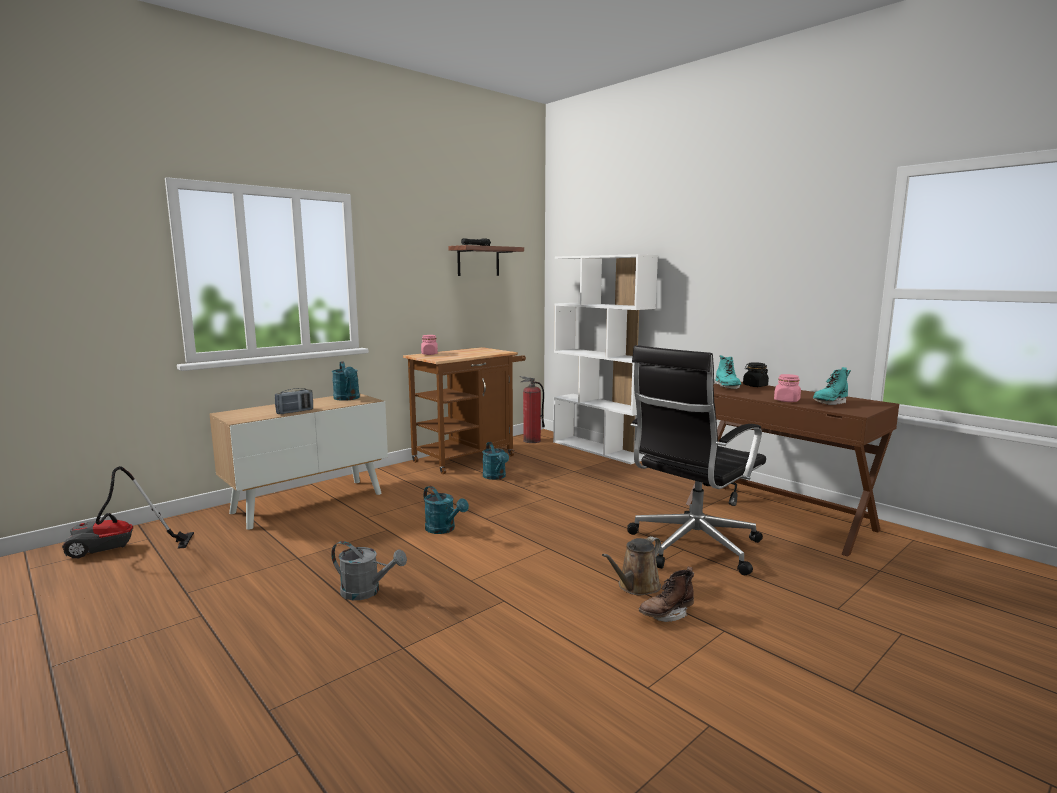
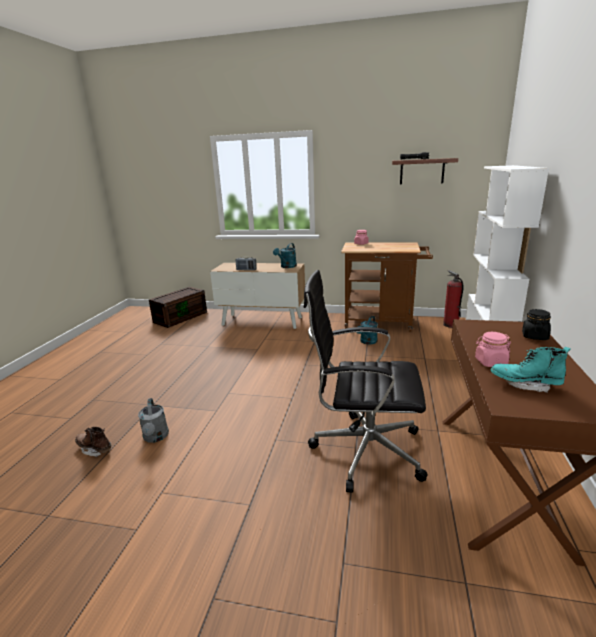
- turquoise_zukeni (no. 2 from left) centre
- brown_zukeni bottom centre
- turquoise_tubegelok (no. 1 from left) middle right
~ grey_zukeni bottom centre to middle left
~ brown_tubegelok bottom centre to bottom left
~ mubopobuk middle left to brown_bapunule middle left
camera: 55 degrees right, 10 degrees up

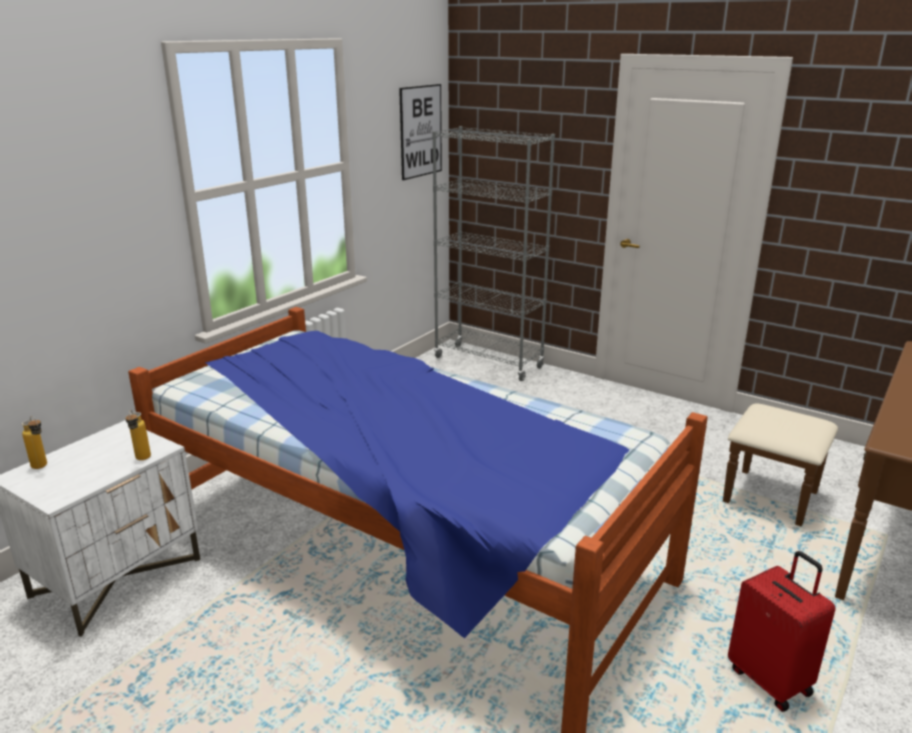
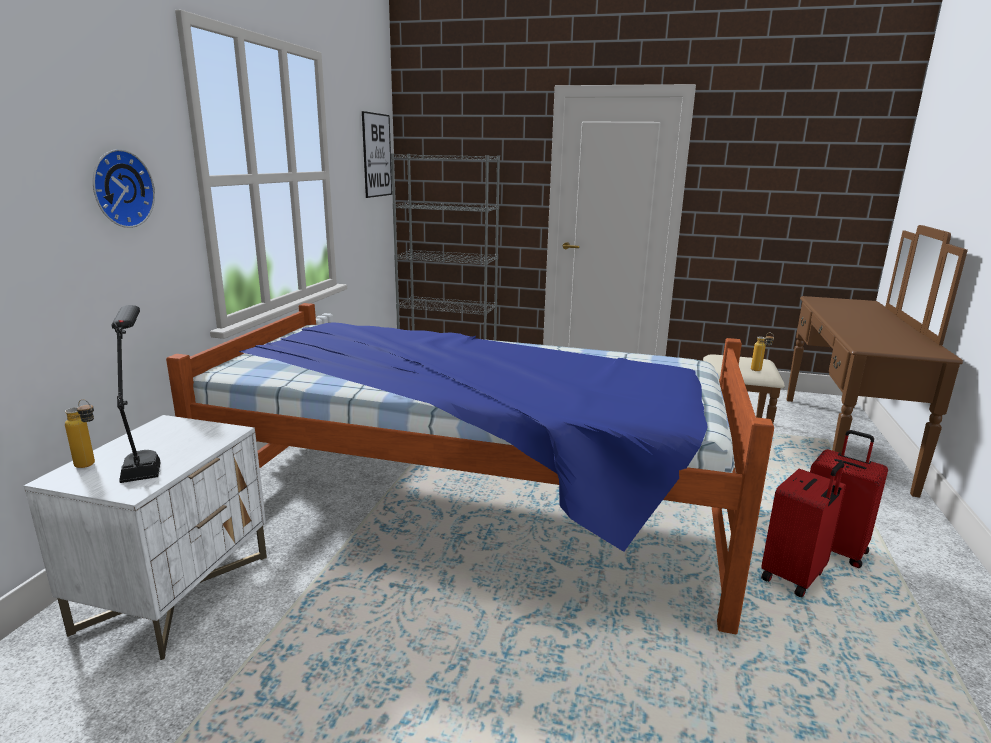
+ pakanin top left
+ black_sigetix middle left
+ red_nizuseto (no. 1 from left) bottom right
~ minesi (no. 2 from left) middle left to middle right
camera: 20 degrees left, 5 degrees down

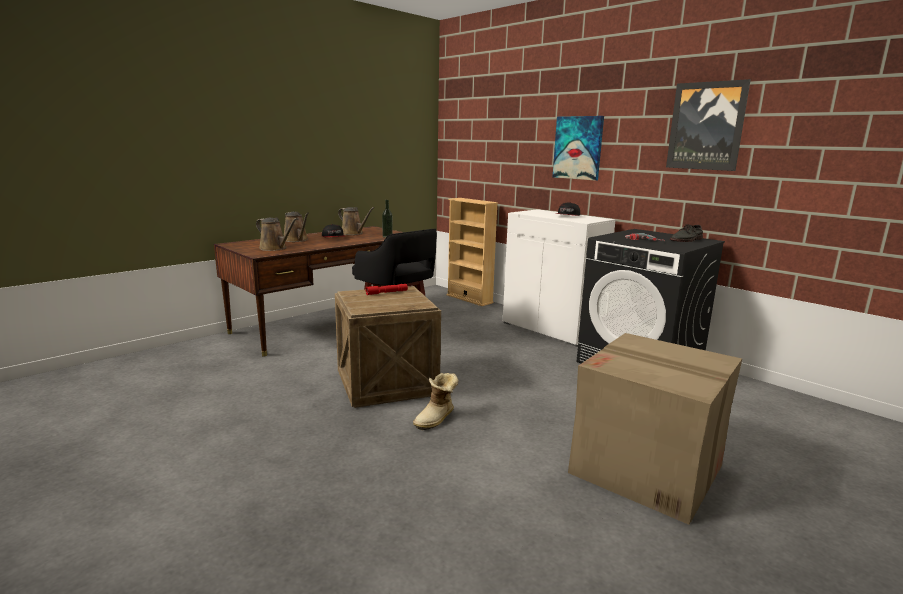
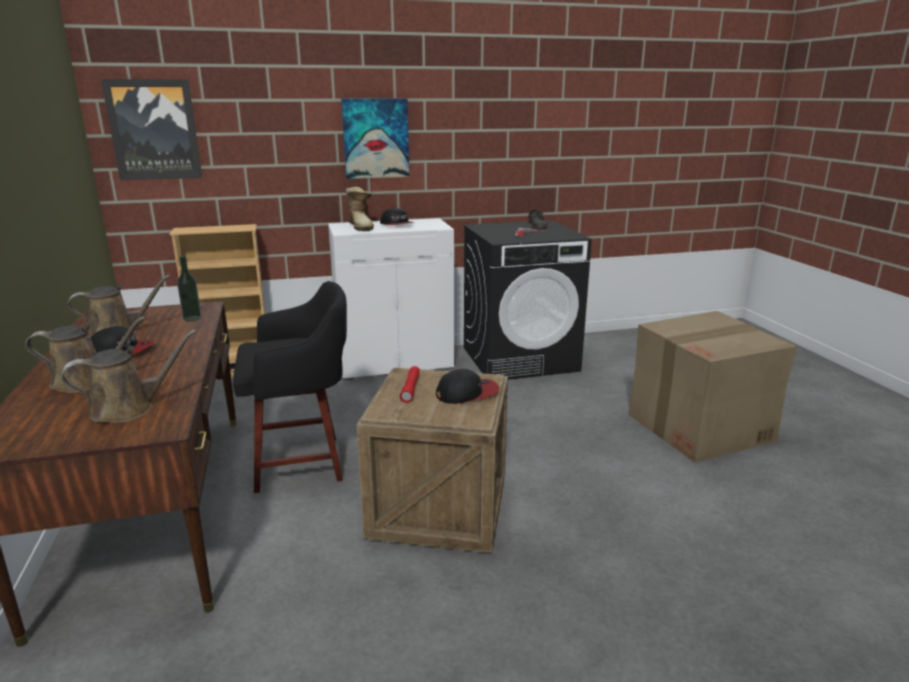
+ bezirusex (no. 3 from left) centre
~ tubegelok bottom centre to top centre
~ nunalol (no. 2 from left in the first image) top right to nunalol (no. 1 from left) top left
camera: 60 degrees left, 5 degrees up

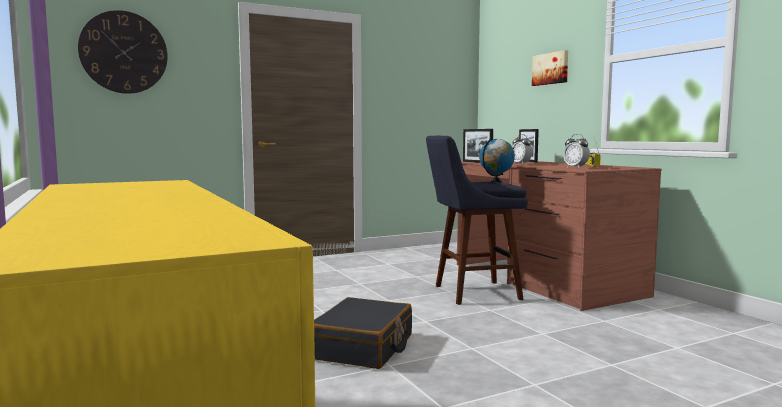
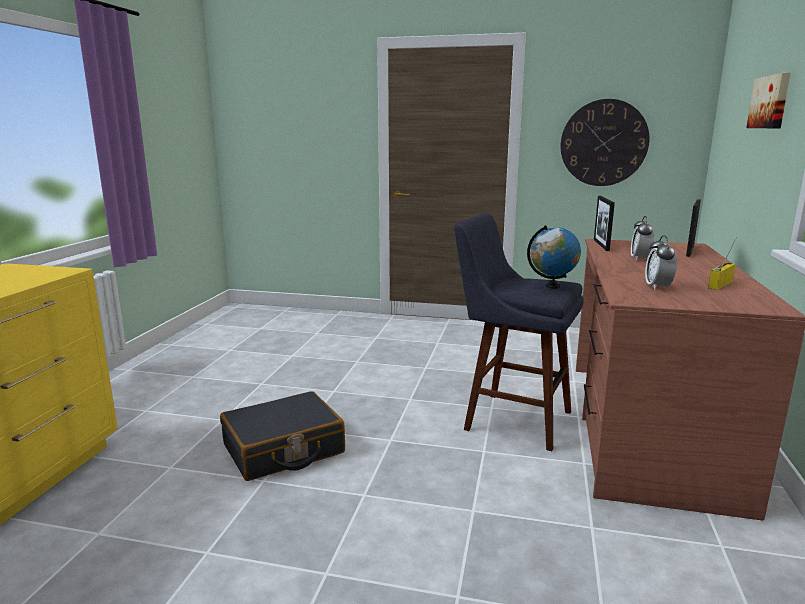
~ pakanin top left to top right
camera: 40 degrees right, 10 degrees up

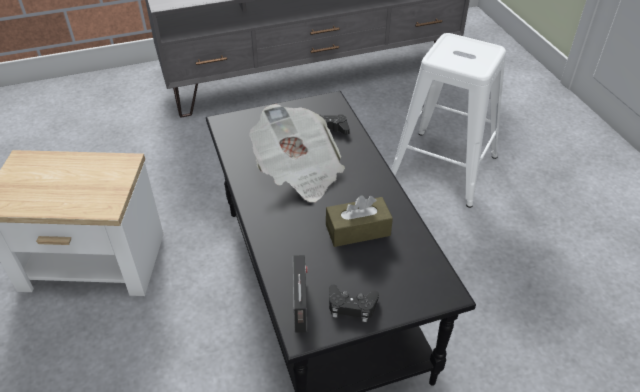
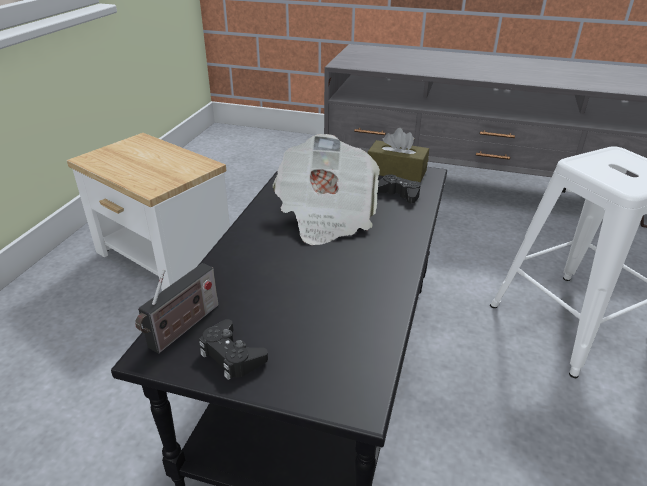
~ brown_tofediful centre to top centre
camera: 35 degrees right, 10 degrees down

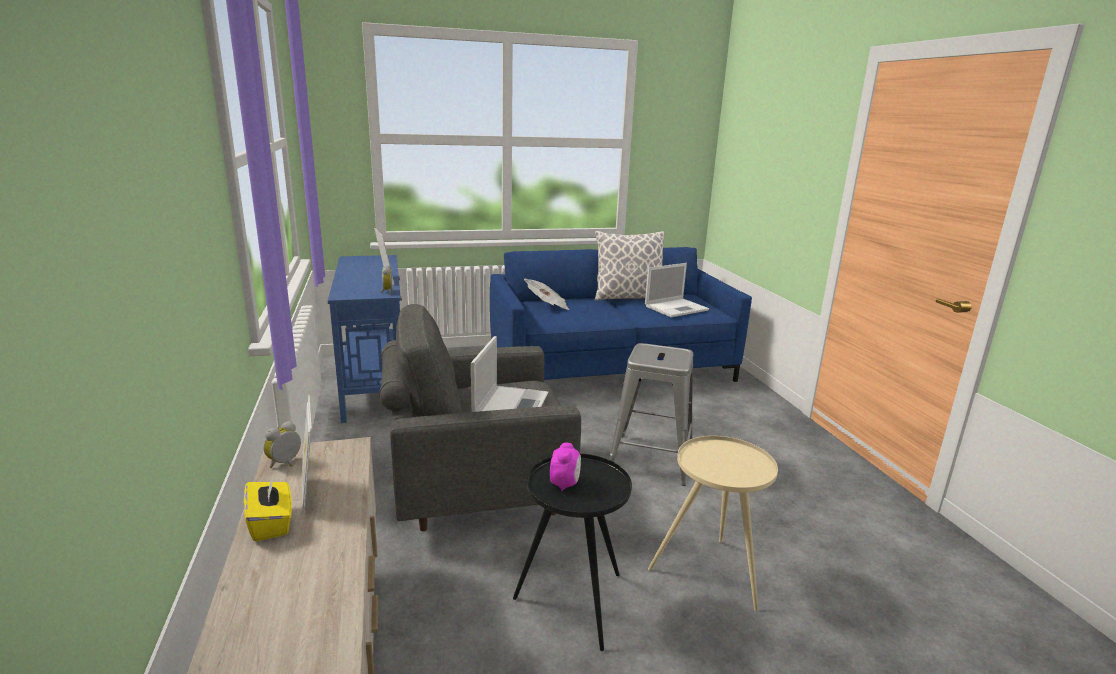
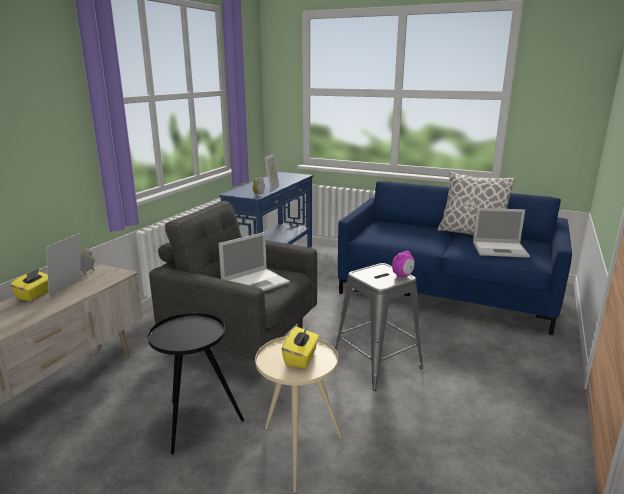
- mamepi centre
+ yellow_tofediful (no. 2 from left) bottom centre
~ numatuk (no. 3 from left) bottom centre to centre
camera: 40 degrees right, 0 degrees up

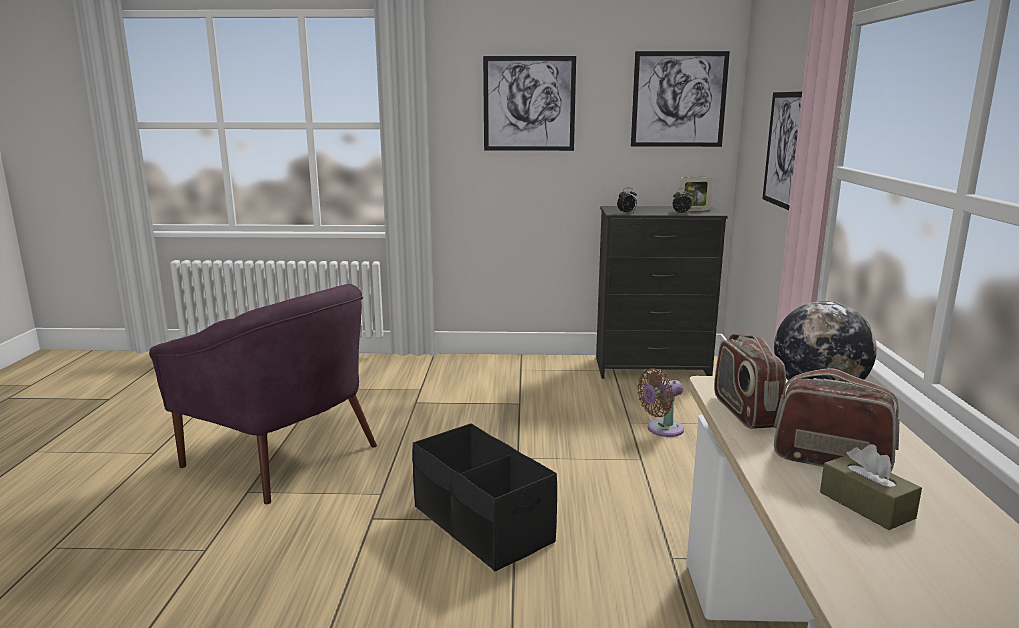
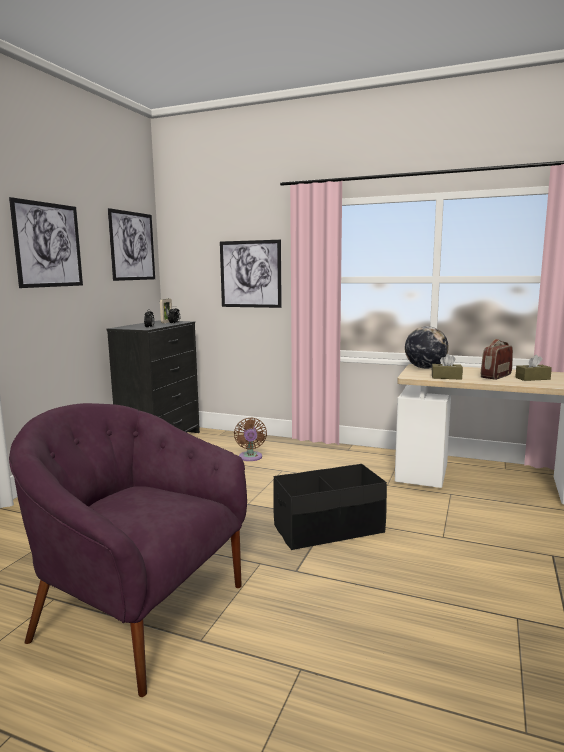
~ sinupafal (no. 1 from left) middle right to brown_tofediful (no. 1 from left) middle right
~ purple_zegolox middle left = bottom left 120 degrees counterclockwise
camera: 70 degrees left, 5 degrees down

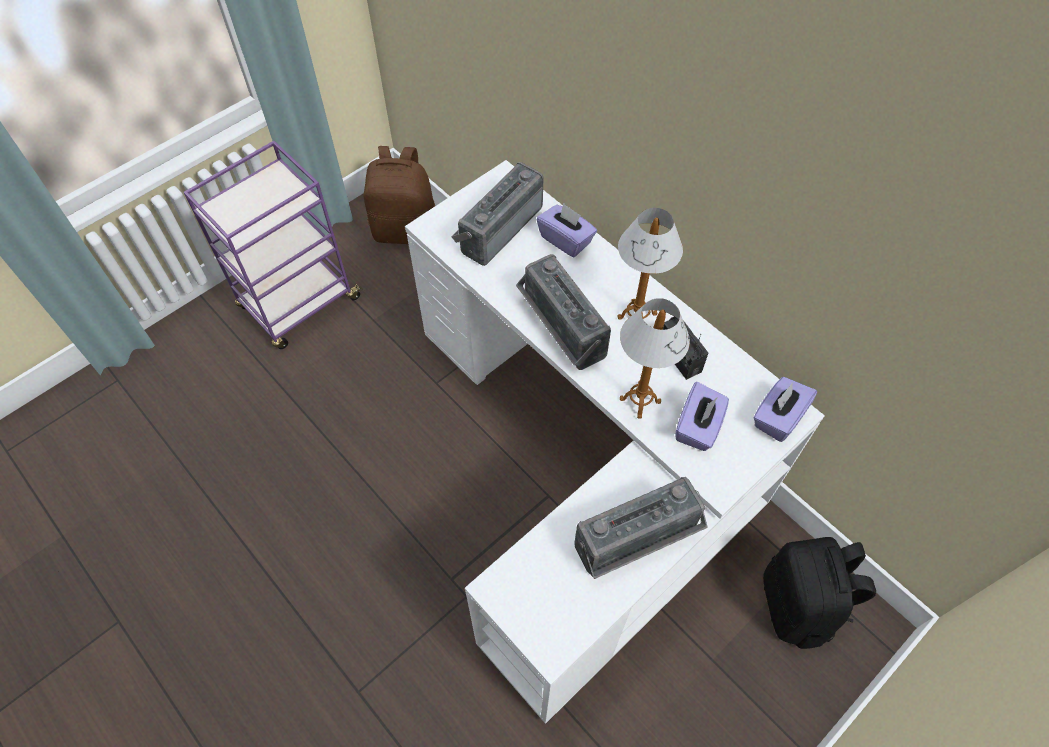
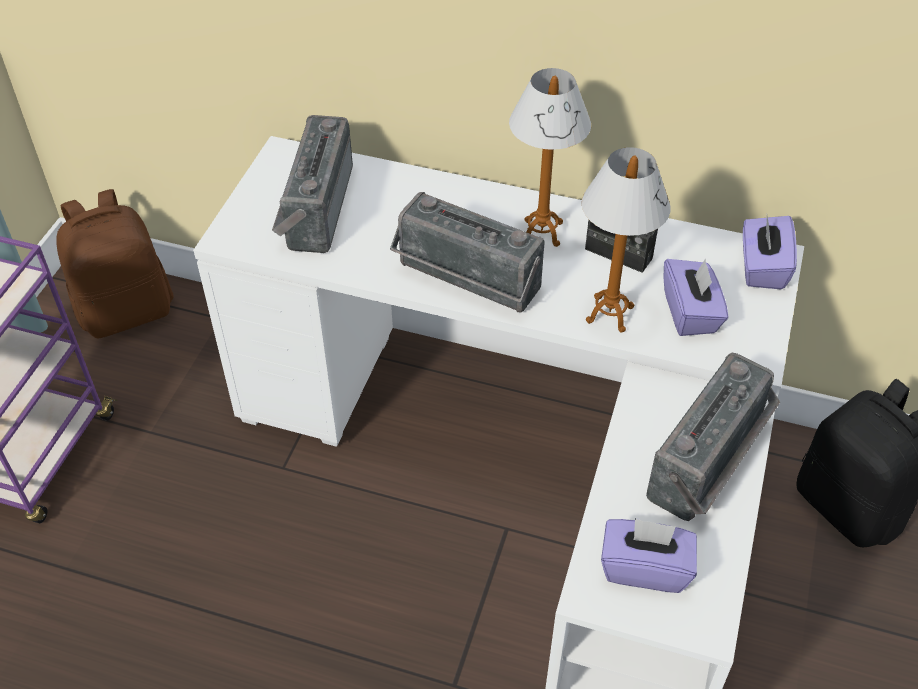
~ purple_tofediful (no. 1 from left) top centre to bottom right
camera: 30 degrees left, 10 degrees down

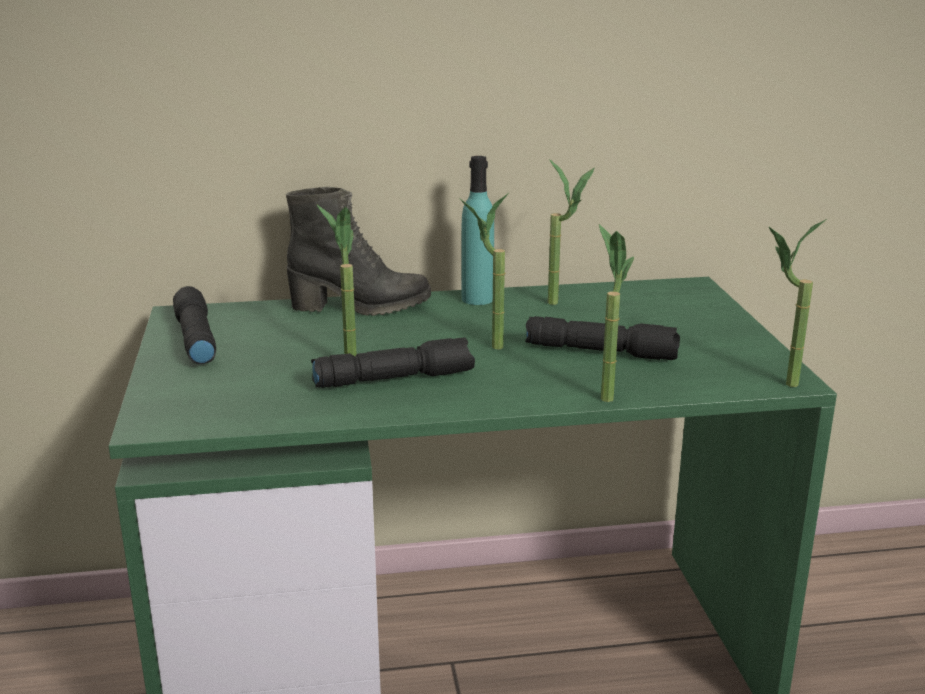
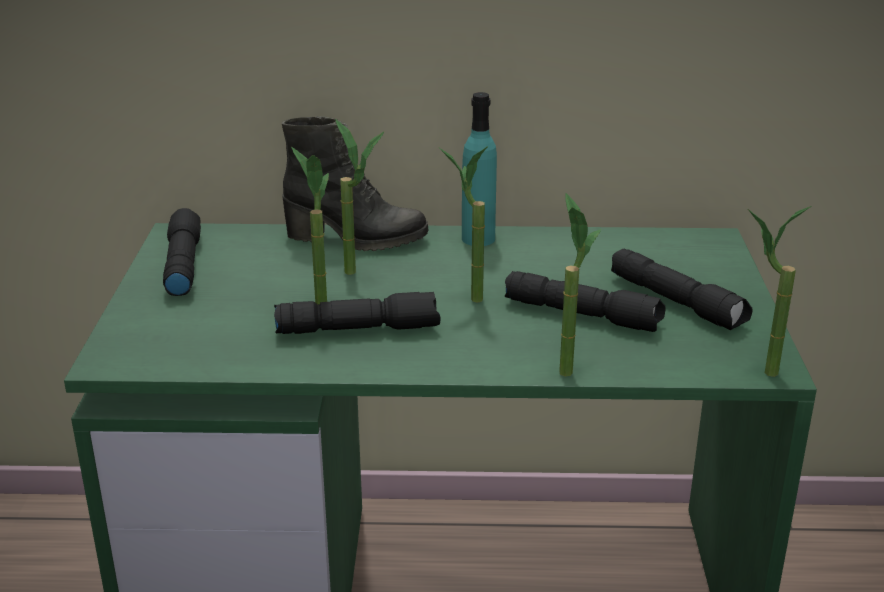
+ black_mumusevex (no. 4 from left) middle right
~ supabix (no. 3 from left in the first image) centre to supabix (no. 2 from left) top centre
camera: 10 degrees right, 5 degrees up

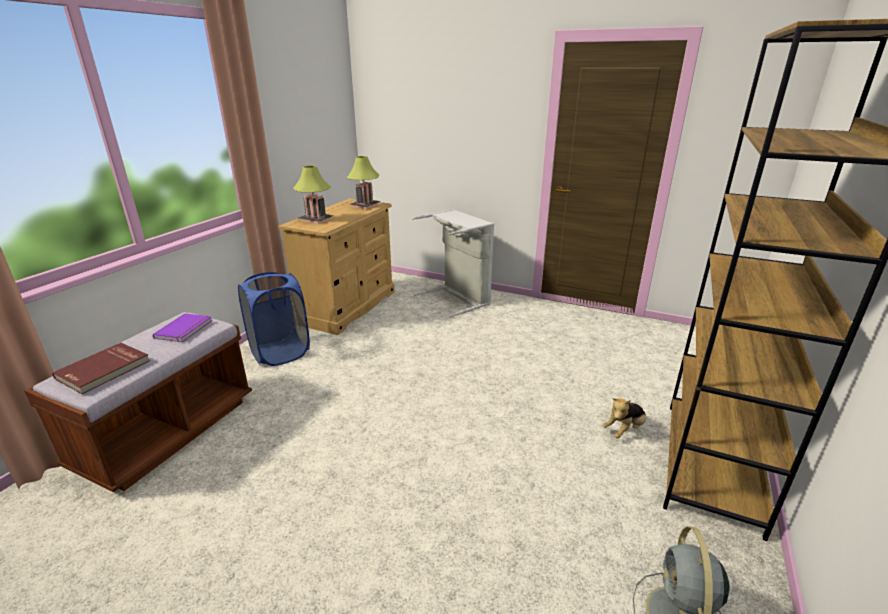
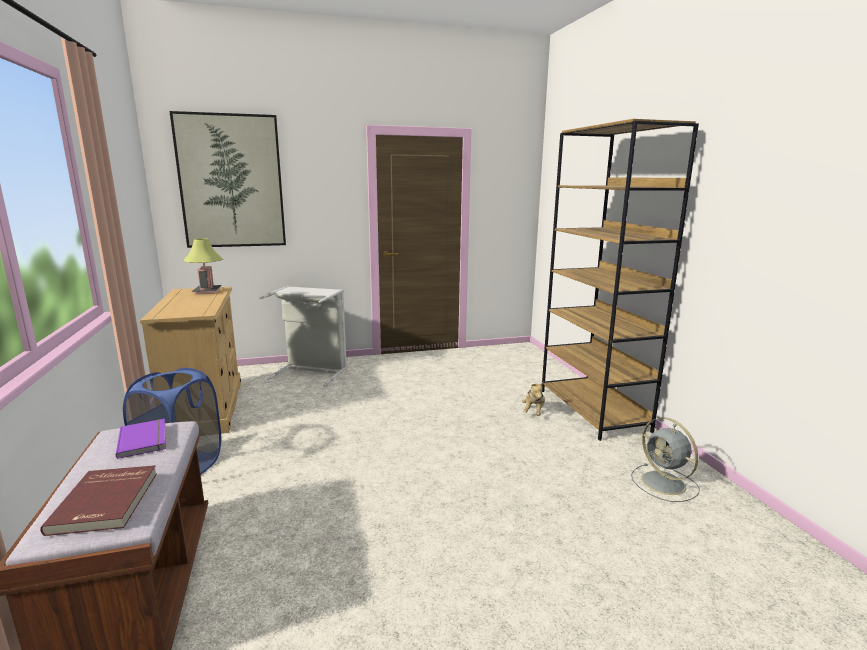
- sigetix (no. 1 from left) top centre
+ nunalol top left
camera: 40 degrees left, 10 degrees down

